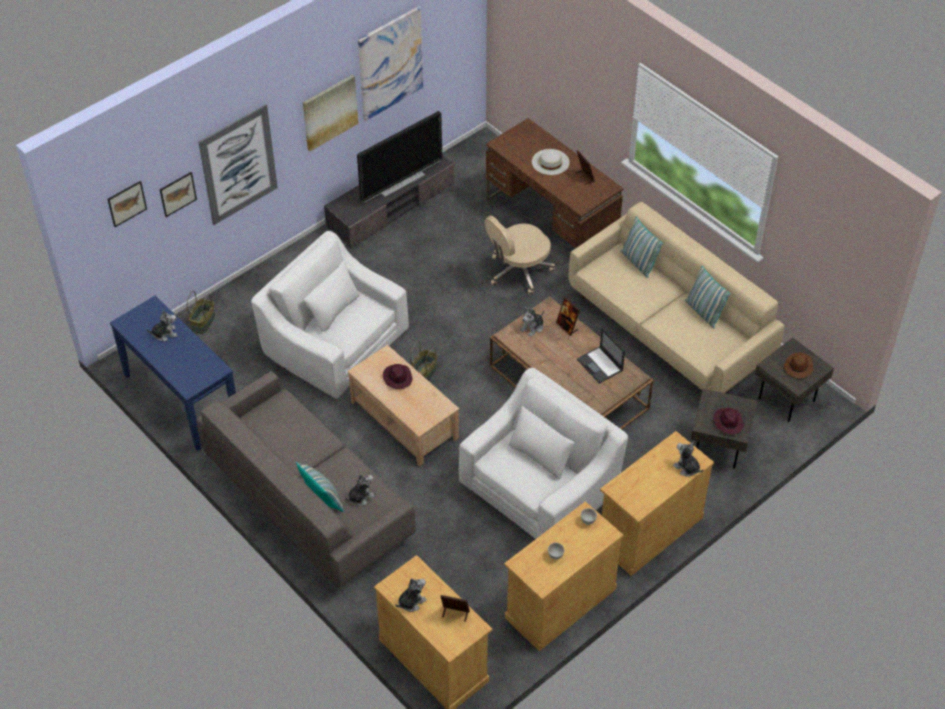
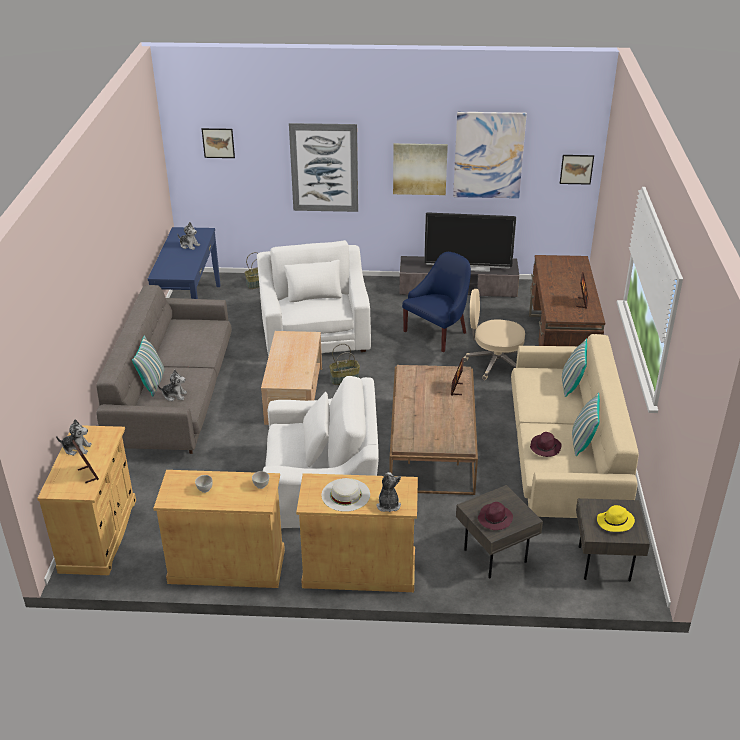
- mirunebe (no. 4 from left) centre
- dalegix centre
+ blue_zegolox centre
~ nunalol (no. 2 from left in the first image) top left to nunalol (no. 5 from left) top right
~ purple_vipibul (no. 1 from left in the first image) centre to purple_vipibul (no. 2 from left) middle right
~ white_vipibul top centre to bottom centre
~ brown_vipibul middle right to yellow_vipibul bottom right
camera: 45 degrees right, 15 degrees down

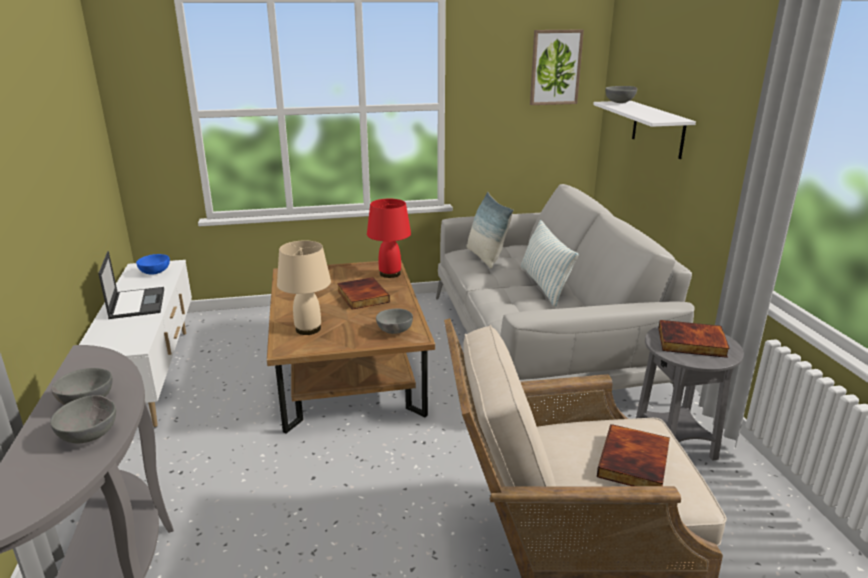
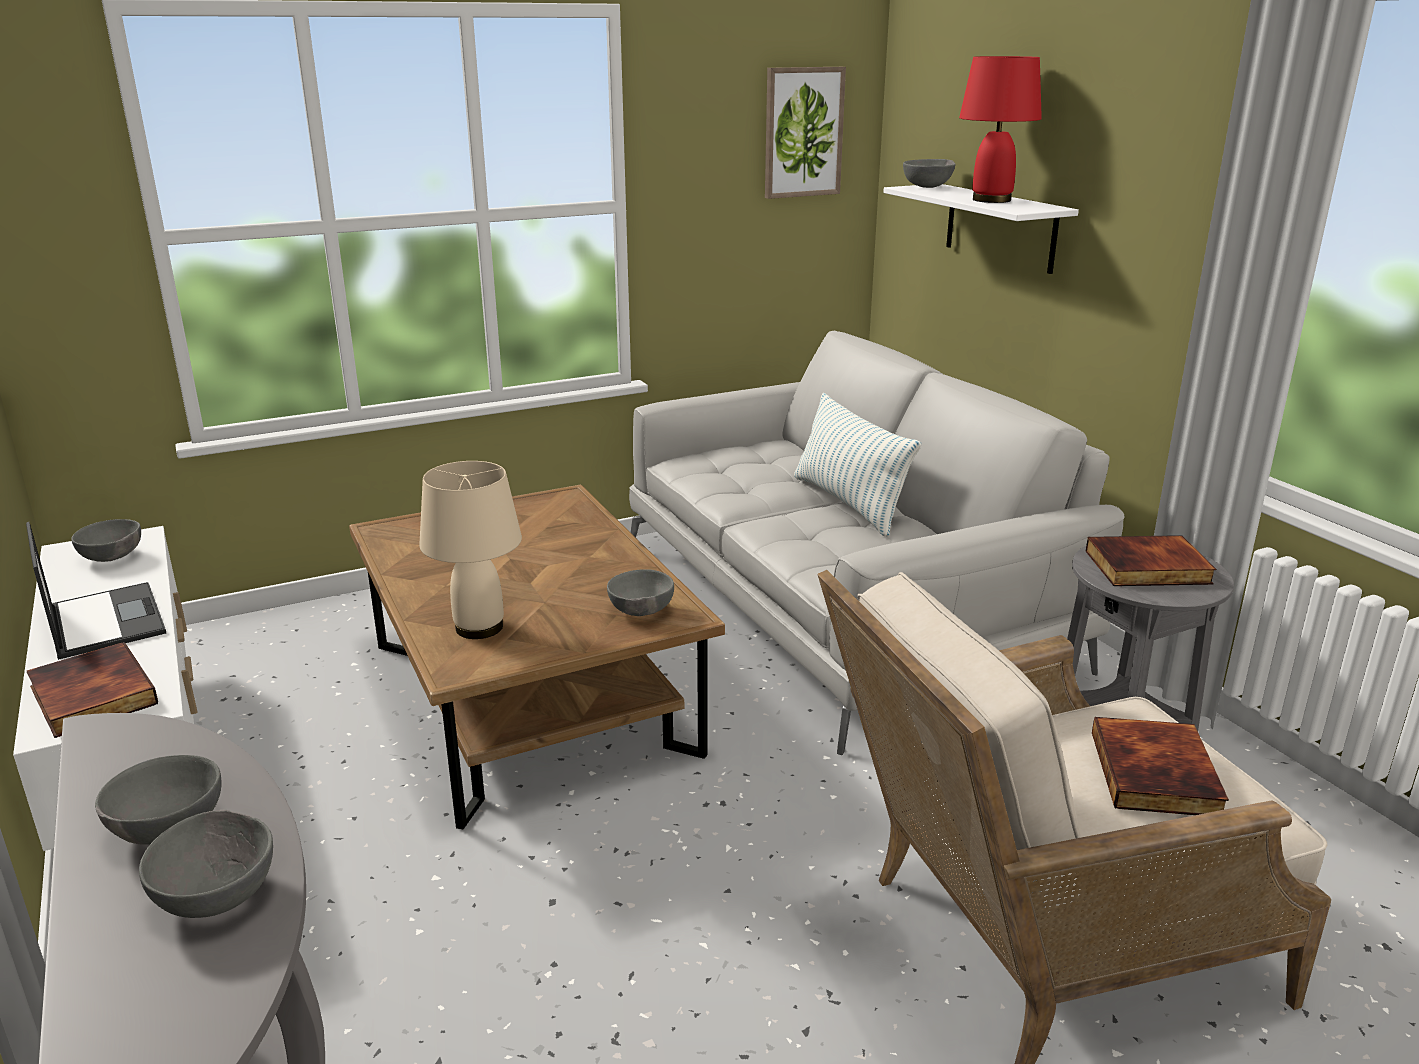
- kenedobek (no. 1 from left) centre
~ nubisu (no. 1 from left) centre to middle left
~ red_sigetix centre to top right
~ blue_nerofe middle left to grey_nerofe (no. 1 from left) middle left
camera: 15 degrees left, 0 degrees up

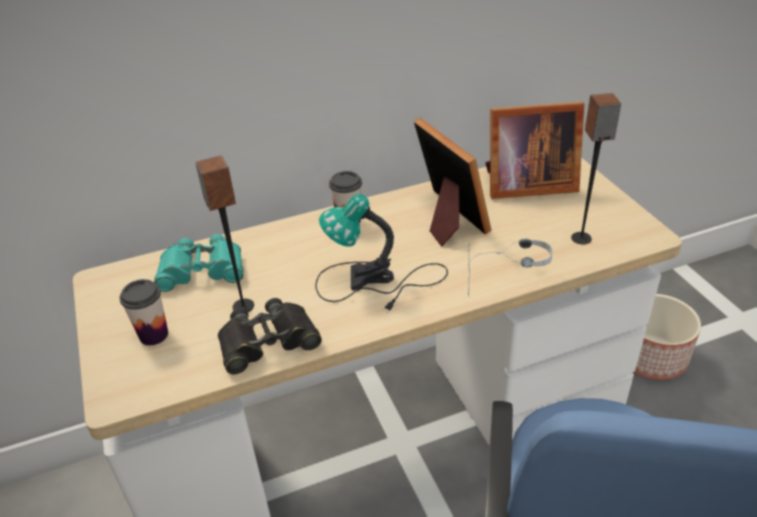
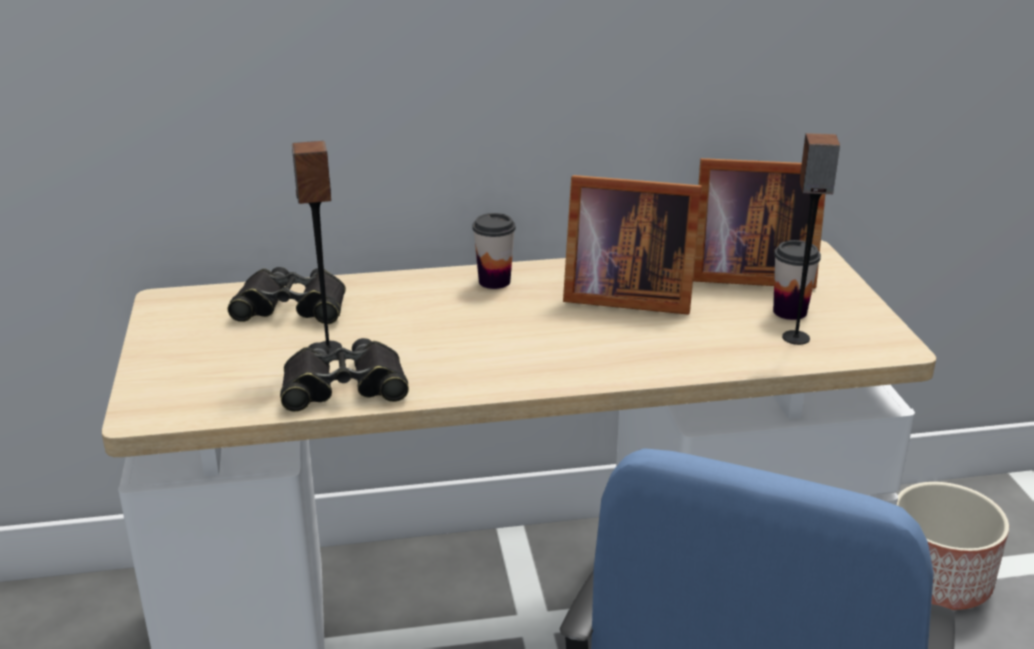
- sigetix centre
- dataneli middle right
~ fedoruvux (no. 1 from left in the first image) middle left to fedoruvux (no. 2 from left) middle right
~ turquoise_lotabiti middle left to black_lotabiti (no. 1 from left) middle left
~ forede (no. 1 from left) centre = centre 120 degrees clockwise
camera: 10 degrees right, 10 degrees down

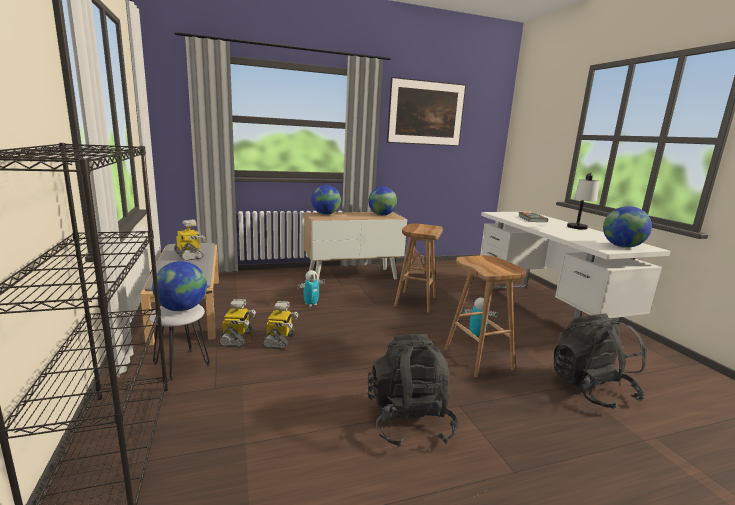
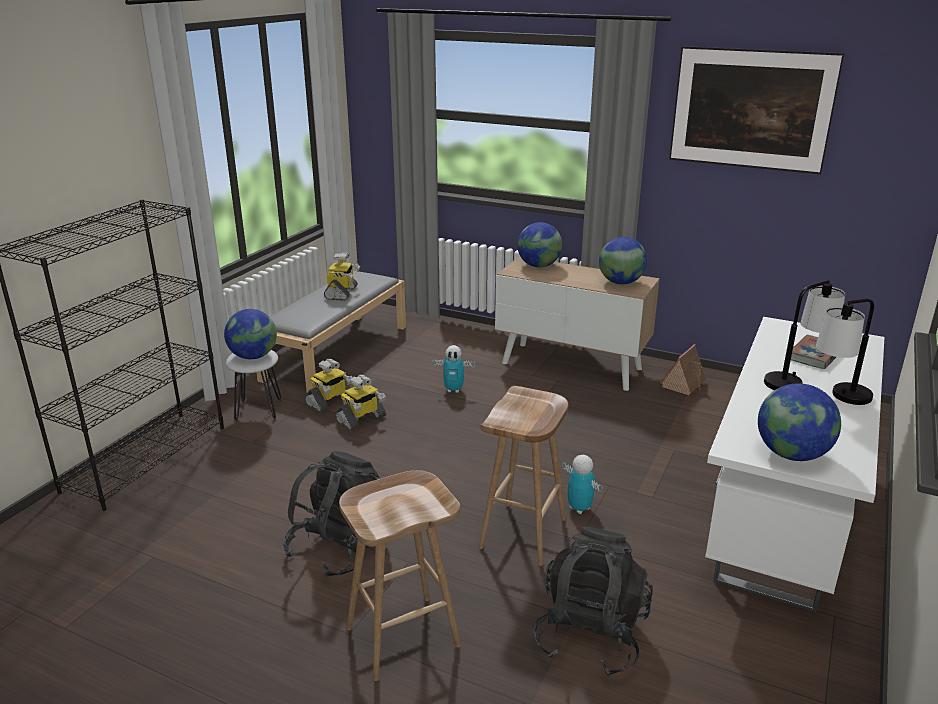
+ sigetix (no. 1 from left) middle right
~ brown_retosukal (no. 1 from left) centre to bottom centre
camera: 45 degrees right, 10 degrees up

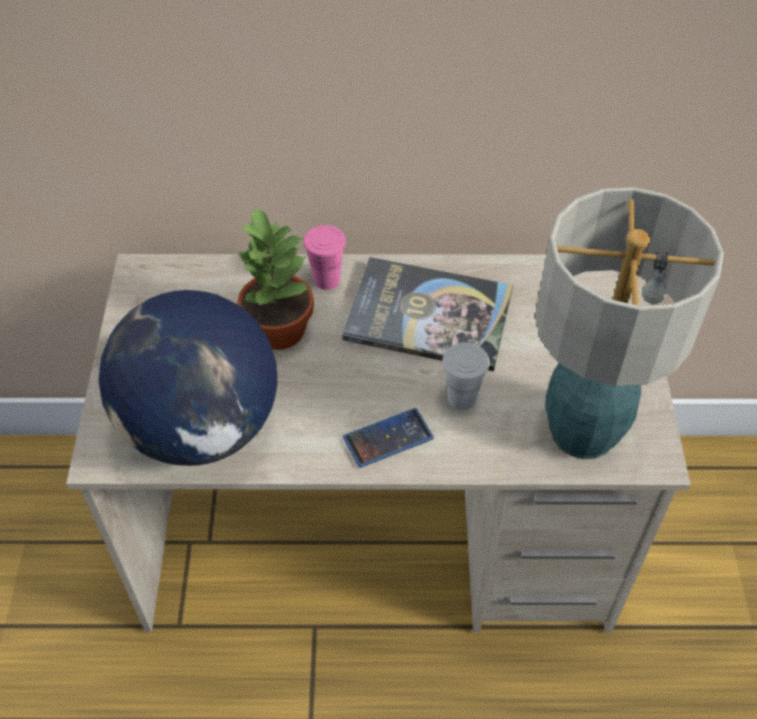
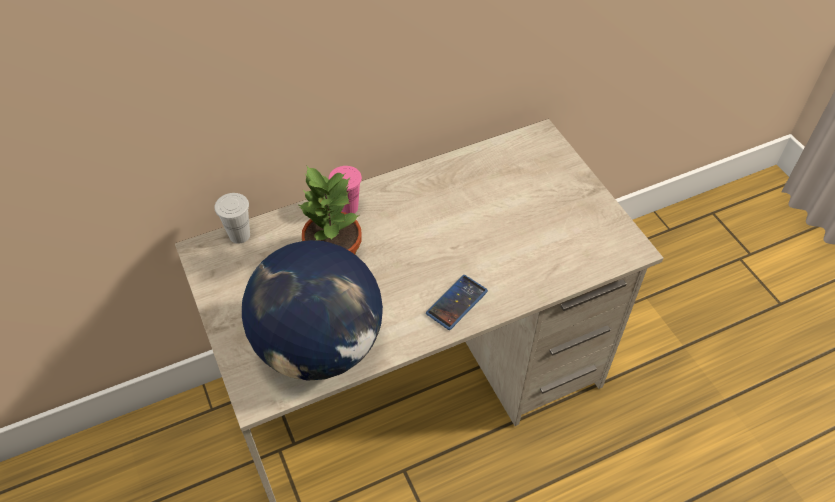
- nubisu centre
- sigetix middle right
~ white_fedoruvux centre to middle left
camera: 25 degrees left, 0 degrees up

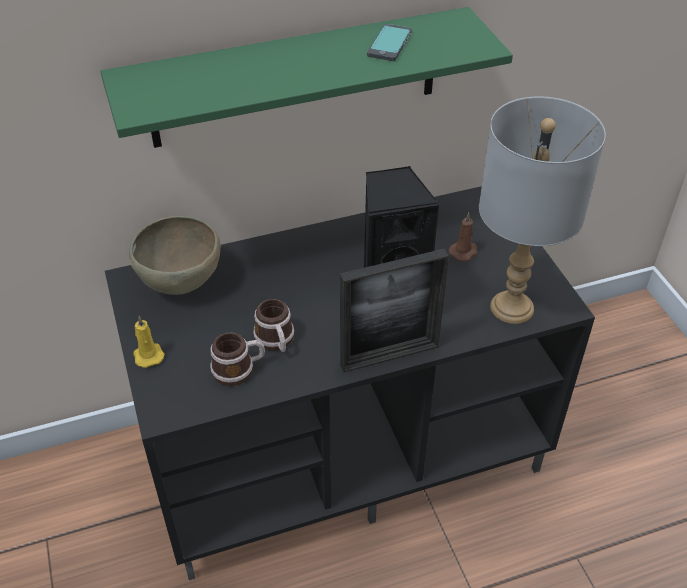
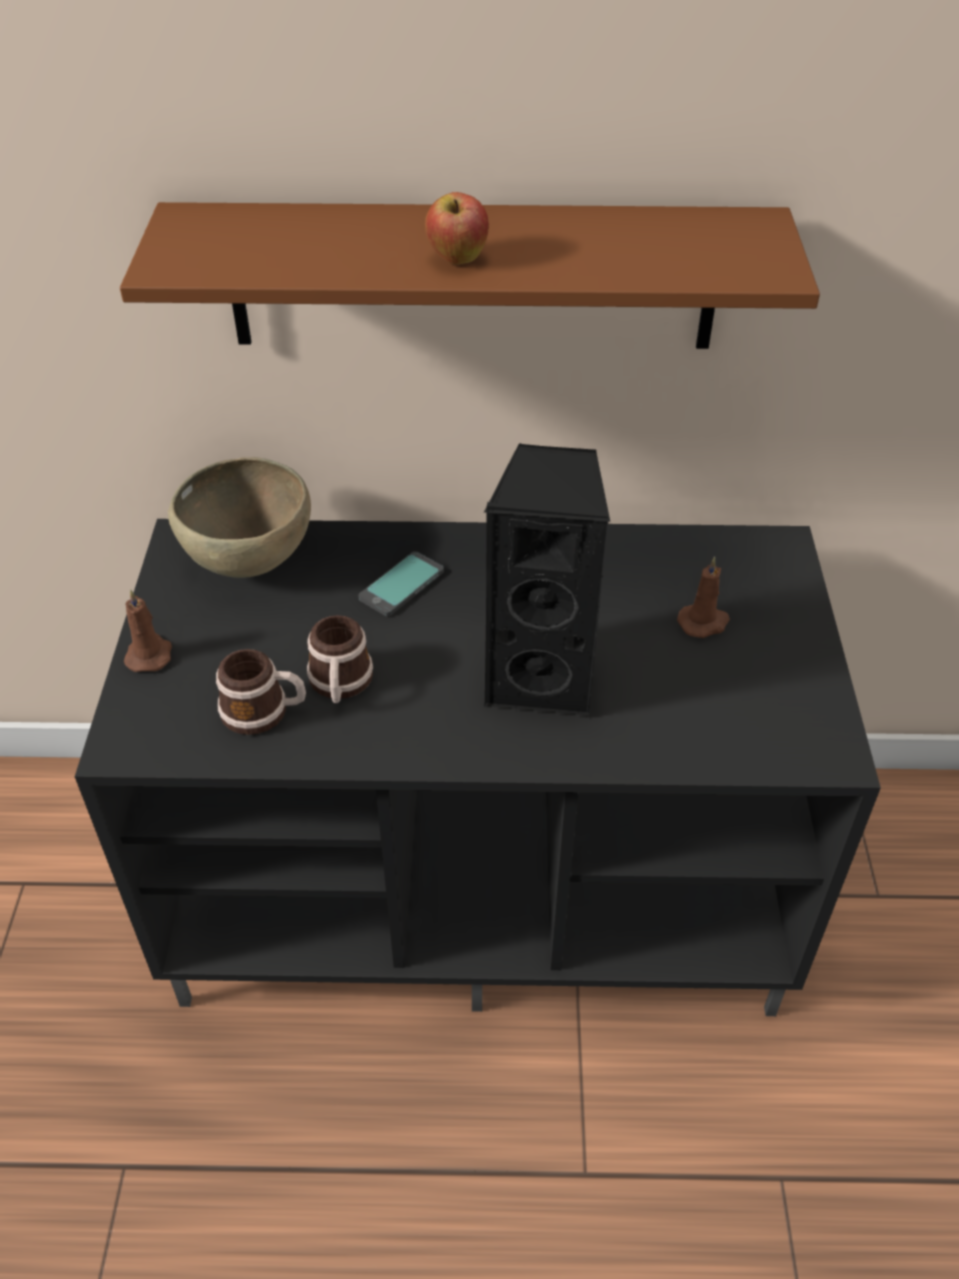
- forede centre
- grey_sigetix middle right
+ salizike top centre
~ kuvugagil top centre to centre
~ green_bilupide top centre to brown_bilupide top centre
~ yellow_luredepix middle left to brown_luredepix (no. 1 from left) middle left
camera: 20 degrees right, 0 degrees up

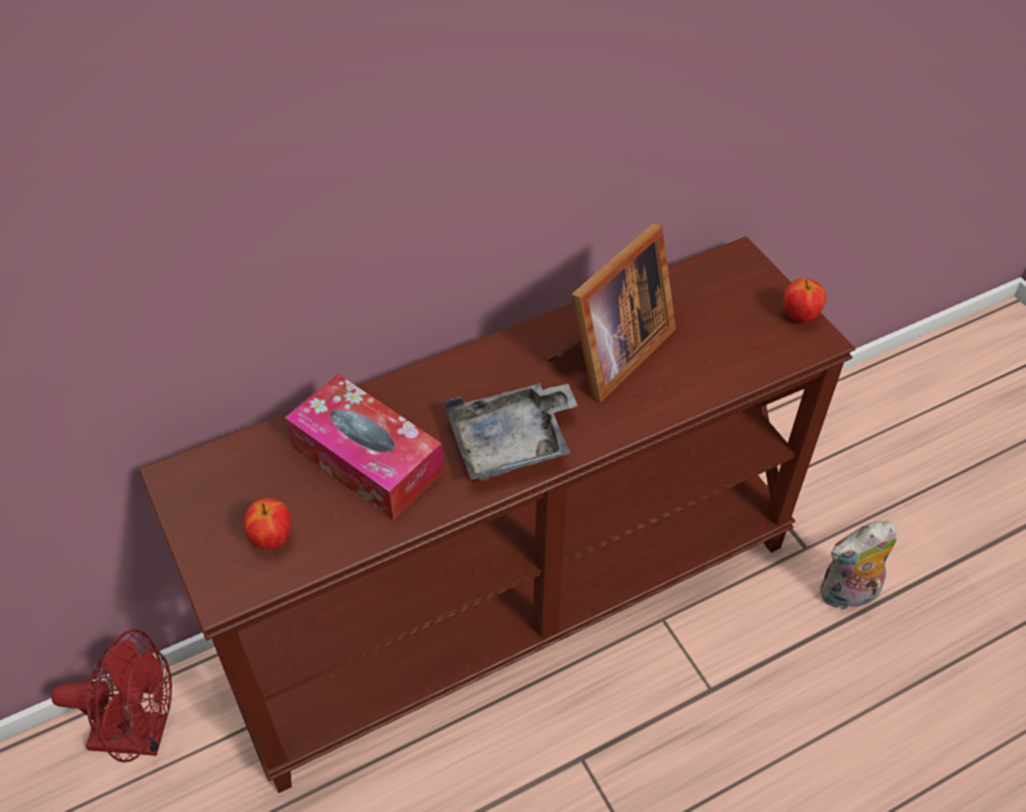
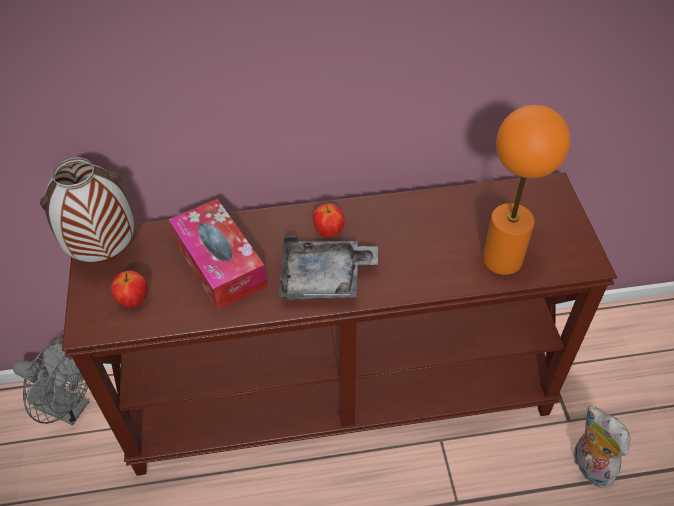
- forede centre
+ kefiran middle left
+ orange_sigetix middle right
~ salizike (no. 2 from left) middle right to centre
~ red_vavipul bottom left to grey_vavipul bottom left
~ mirunebe bottom right = bottom right 60 degrees clockwise
camera: 20 degrees right, 0 degrees up

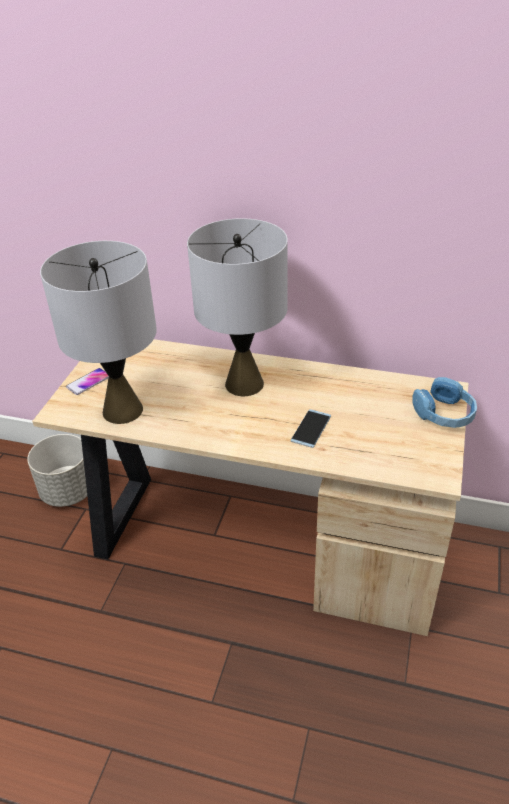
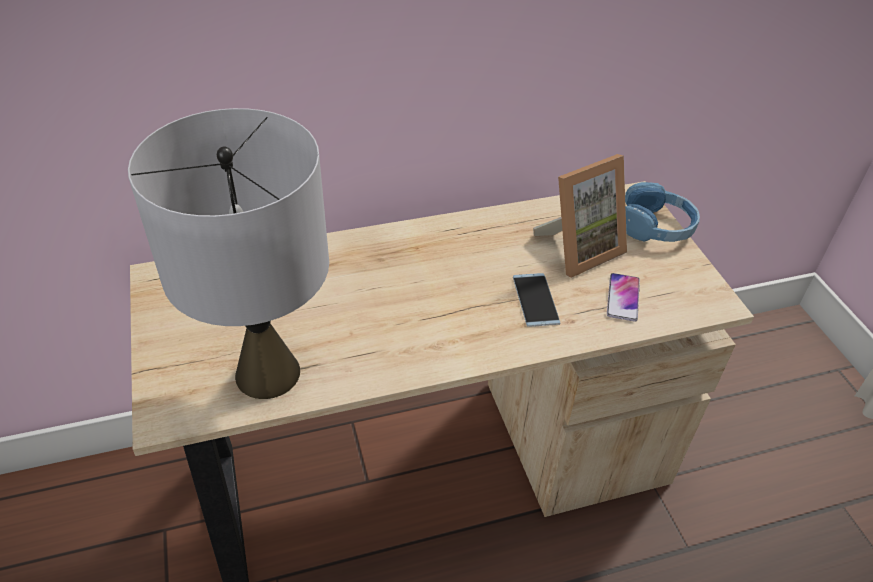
- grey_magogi middle left
- grey_sigetix (no. 2 from left) centre
+ forede centre
~ kuvugagil (no. 1 from left in the first image) middle left to kuvugagil (no. 2 from left) middle right
camera: 35 degrees left, 5 degrees up

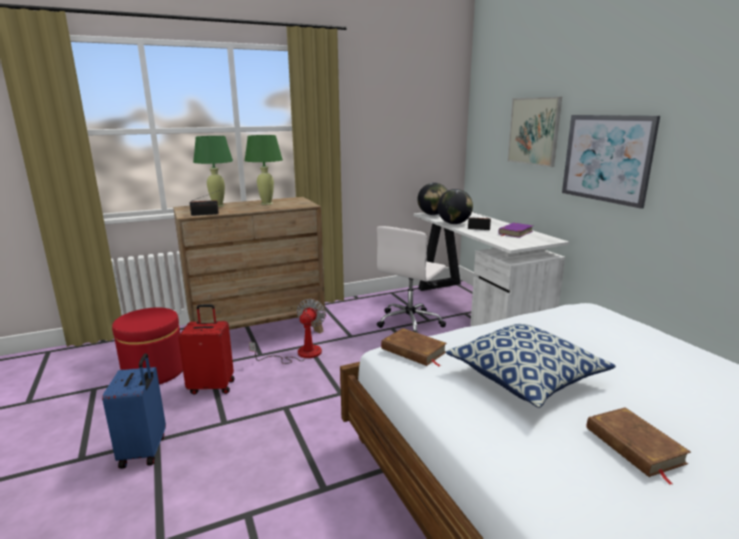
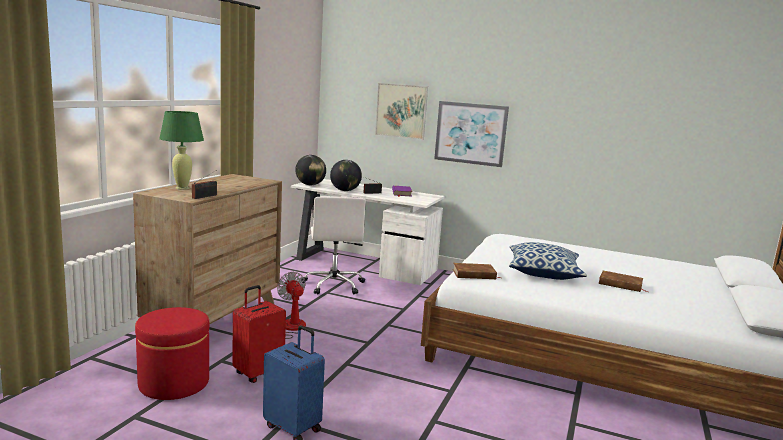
- green_sigetix (no. 2 from left) top centre
camera: 45 degrees left, 5 degrees down

